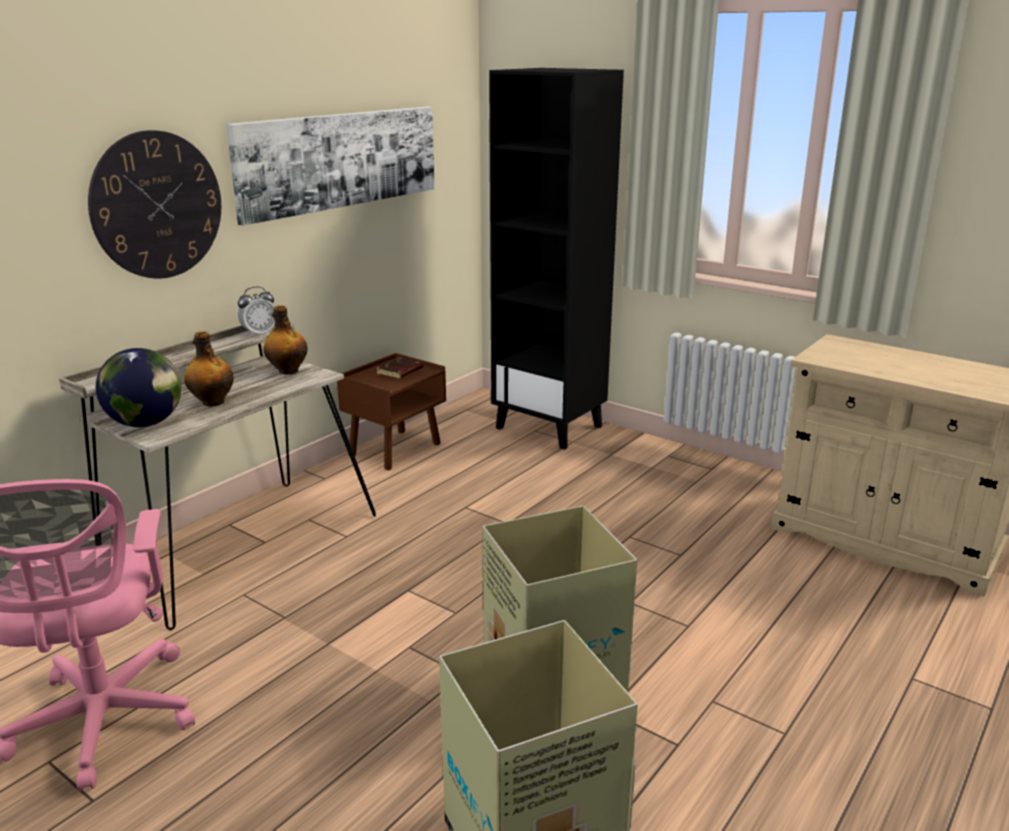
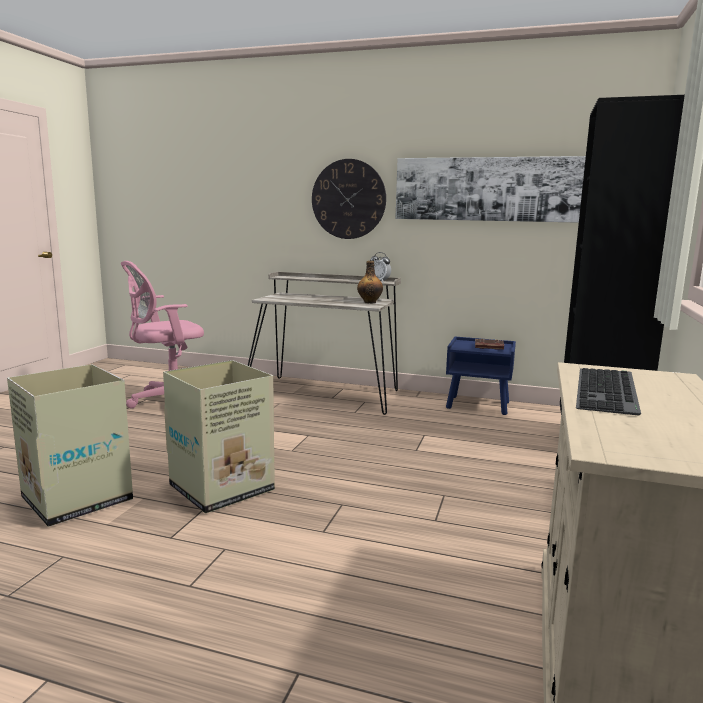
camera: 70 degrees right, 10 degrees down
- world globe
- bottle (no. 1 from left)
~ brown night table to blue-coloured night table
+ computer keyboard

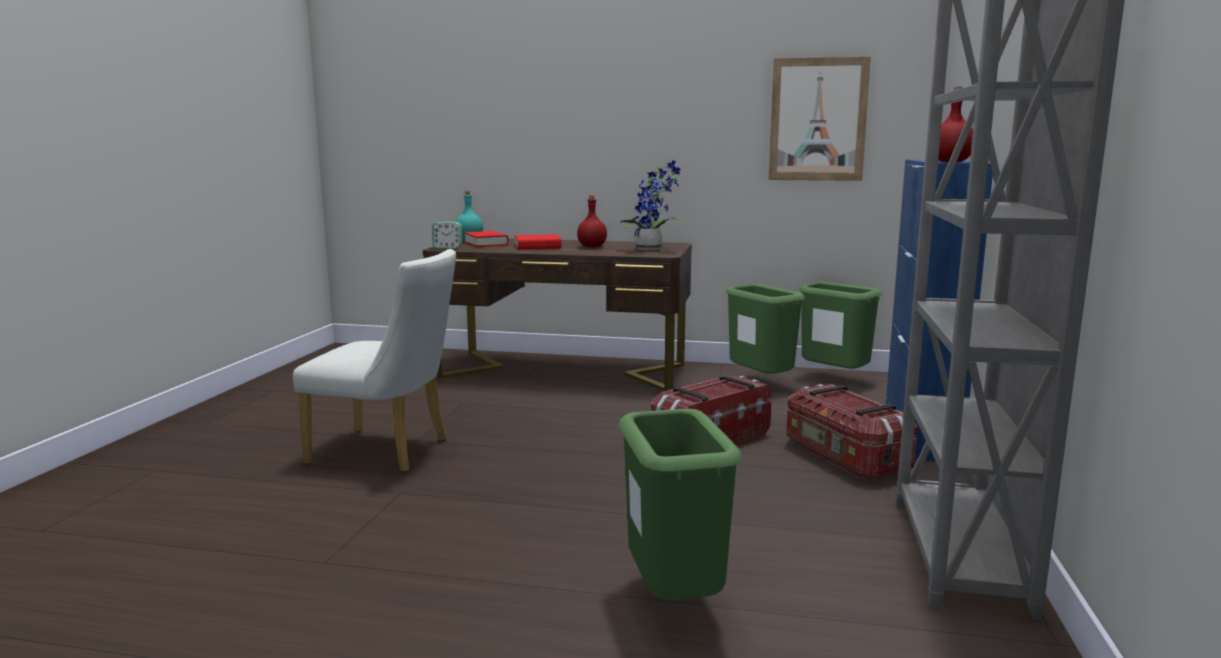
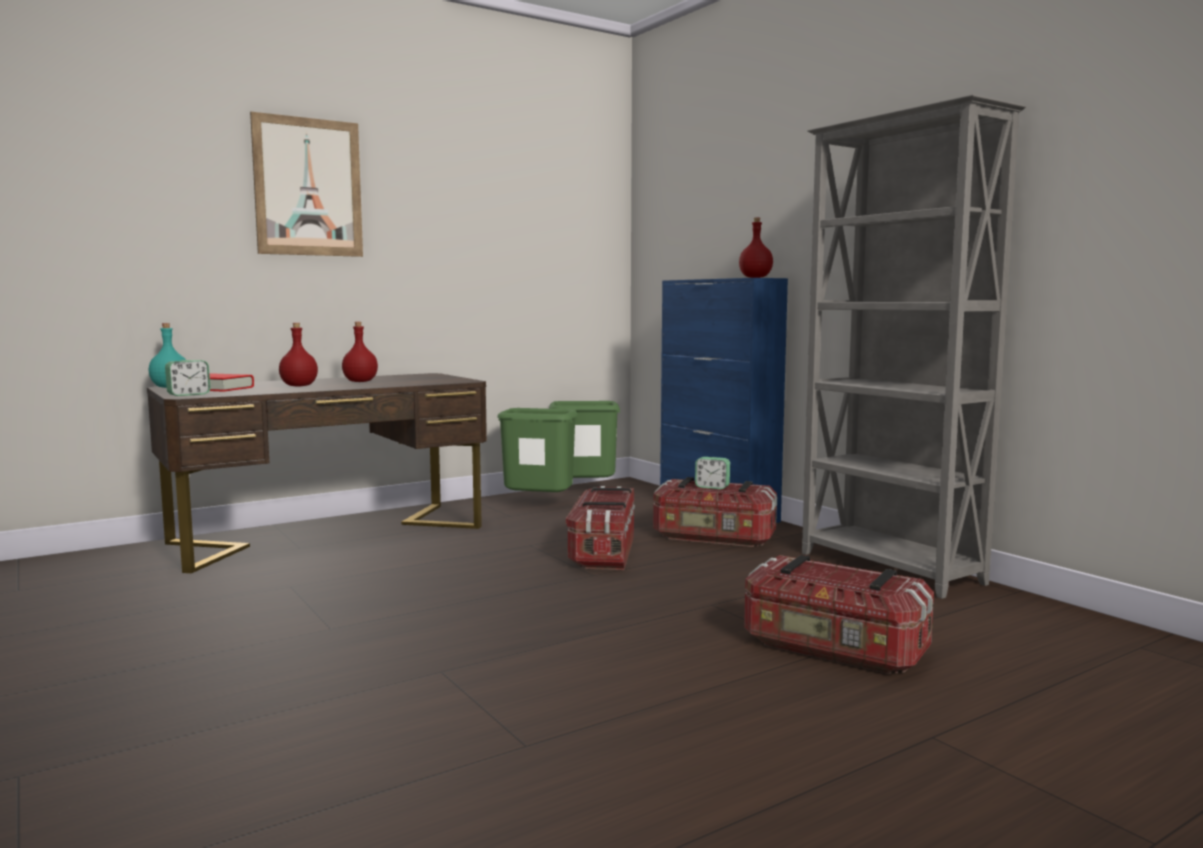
camera: 45 degrees left, 5 degrees down
- whitish chair
~ red book (no. 2 from left) to red bottle (no. 1 from left)
~ green-coloured rubbish bin (no. 1 from left) to storage container (no. 3 from left)
- potted plant
~ wall art
+ table clock (no. 2 from left)

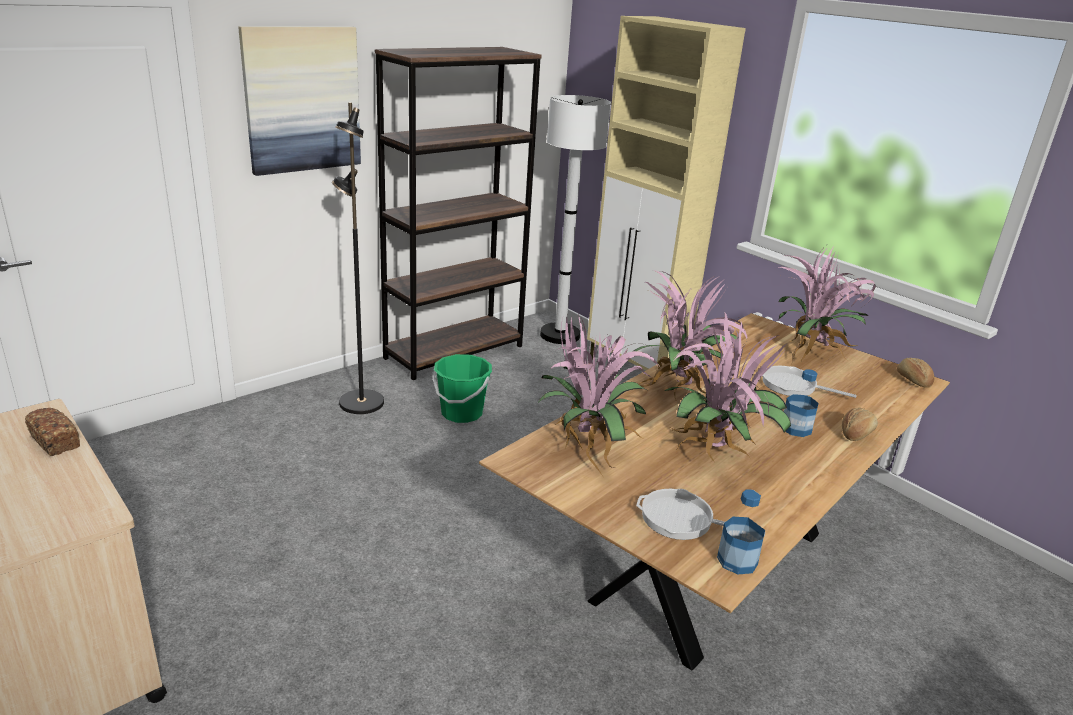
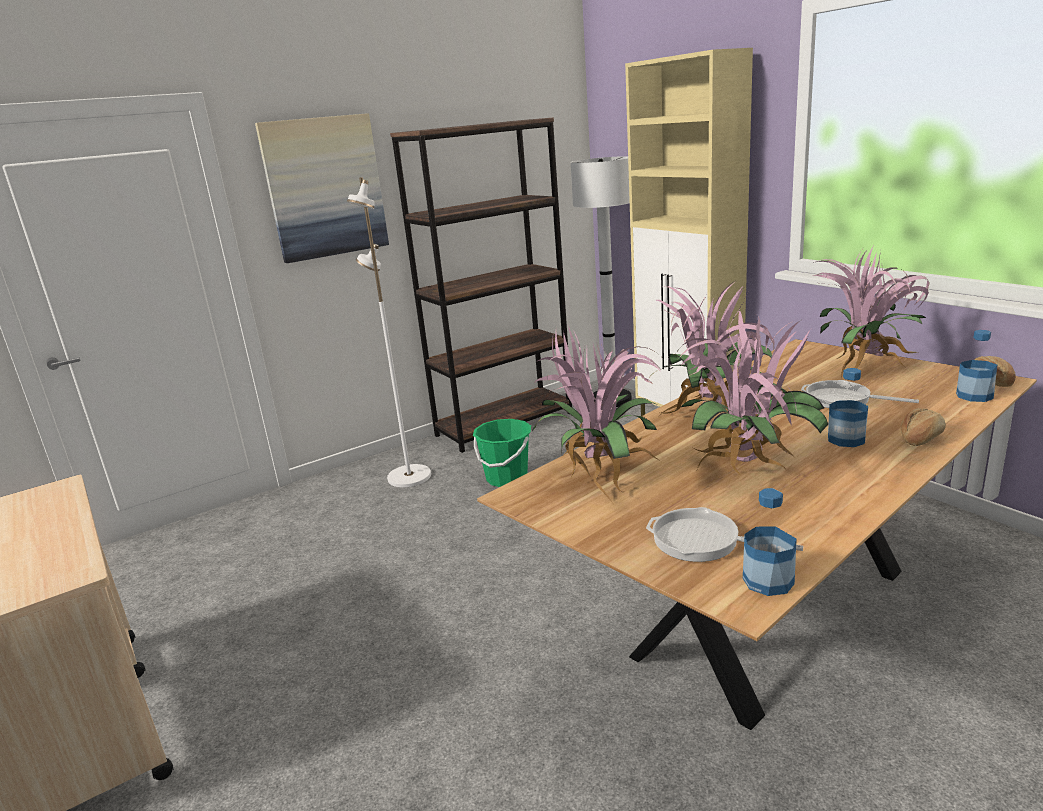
camera: 10 degrees right, 5 degrees down
- bakery bread (no. 1 from left)
~ black standing lamp to whitish standing lamp (no. 1 from left)
+ bottle (no. 3 from left)

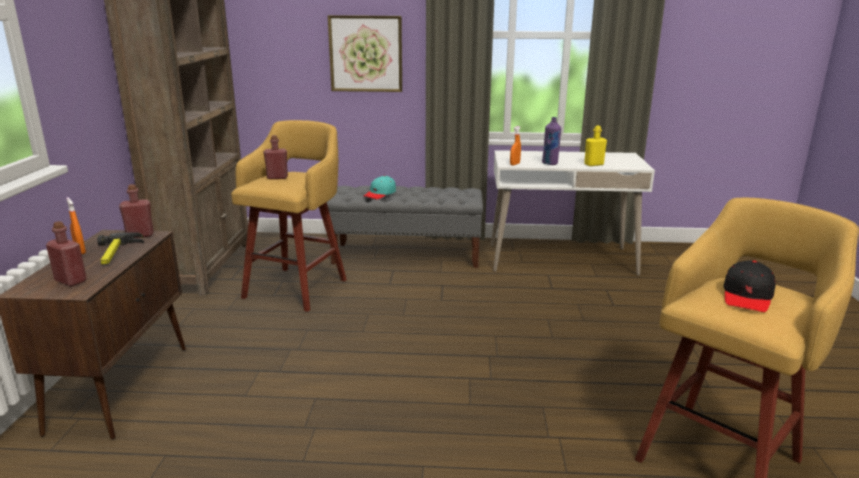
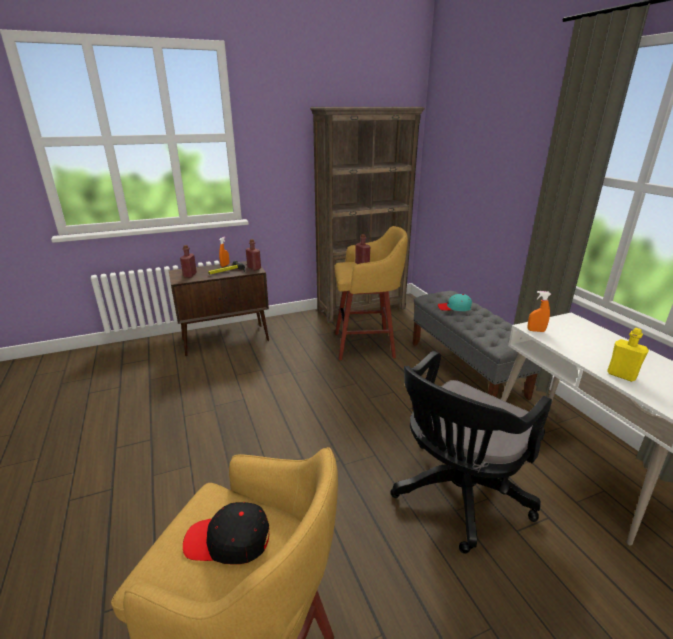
camera: 65 degrees right, 5 degrees up
- wall art
- purple-coloured bottle
+ black computer chair

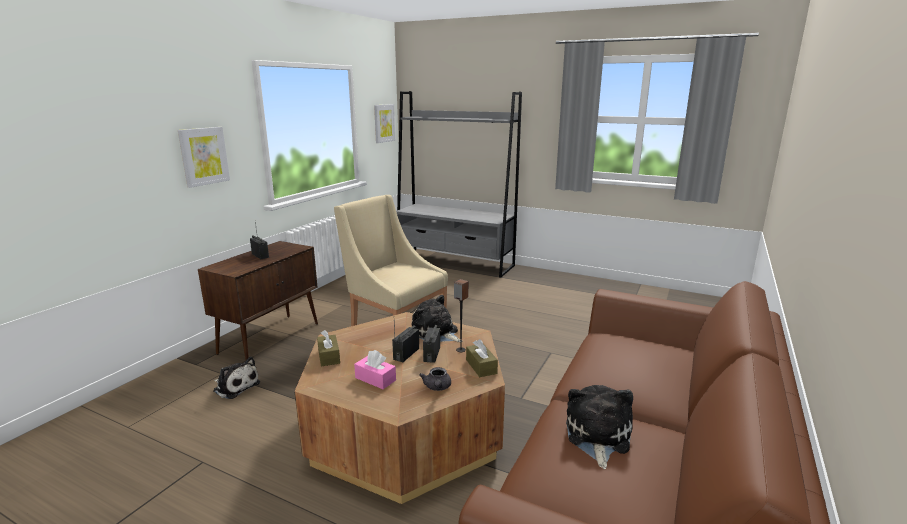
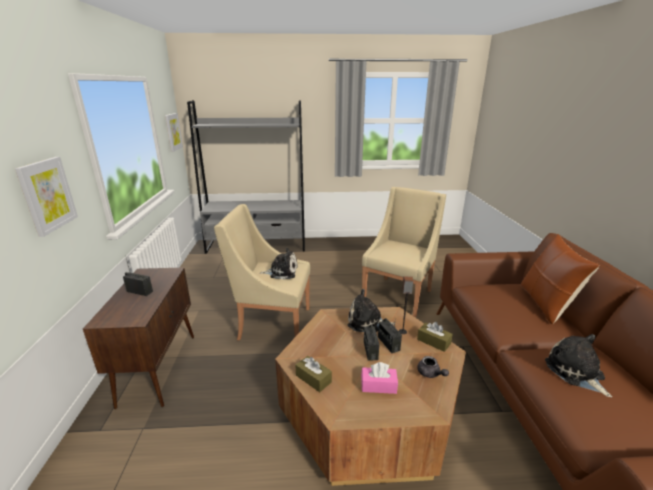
camera: 30 degrees left, 5 degrees up
~ soft toy (no. 1 from left)
+ beige-coloured armchair (no. 2 from left)
+ brown pillow

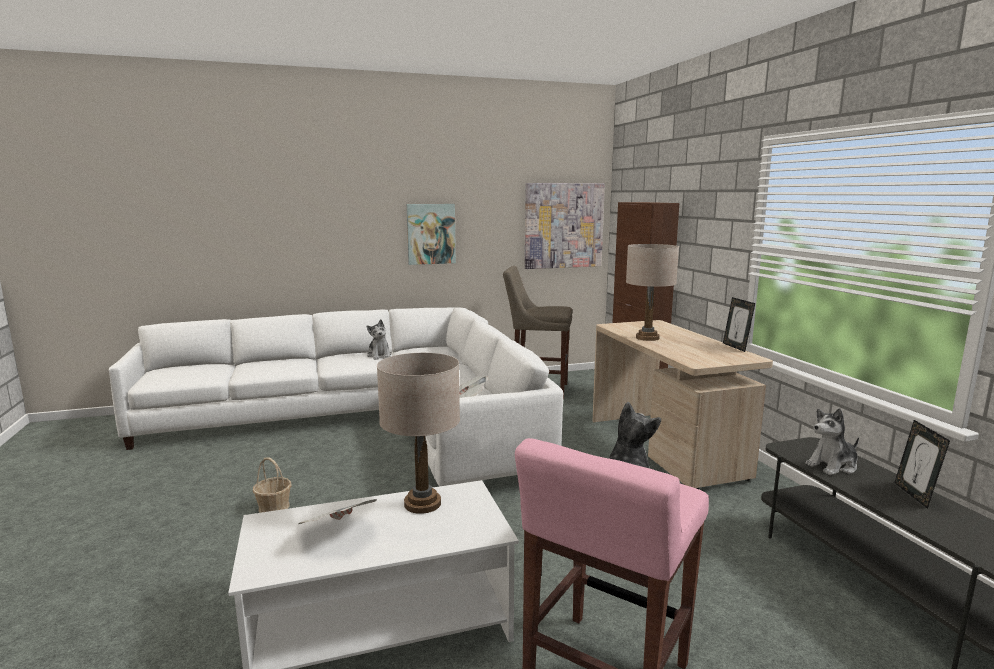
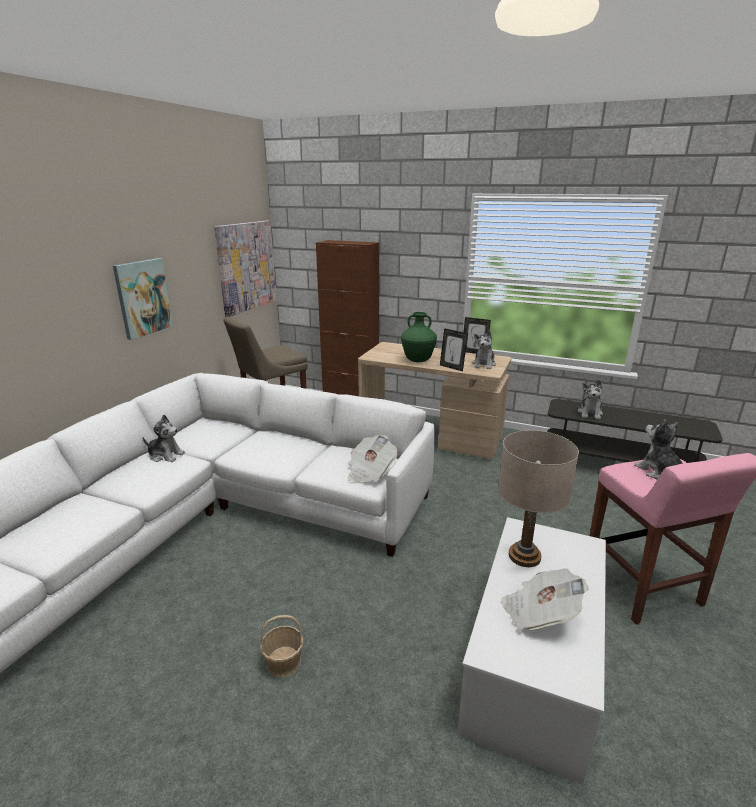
camera: 50 degrees left, 10 degrees up
~ beige-coloured lamp for a table (no. 2 from left) to green-coloured vase
~ picture frame (no. 2 from left in the first image) to picture frame (no. 1 from left)
+ soft toy (no. 2 from left)

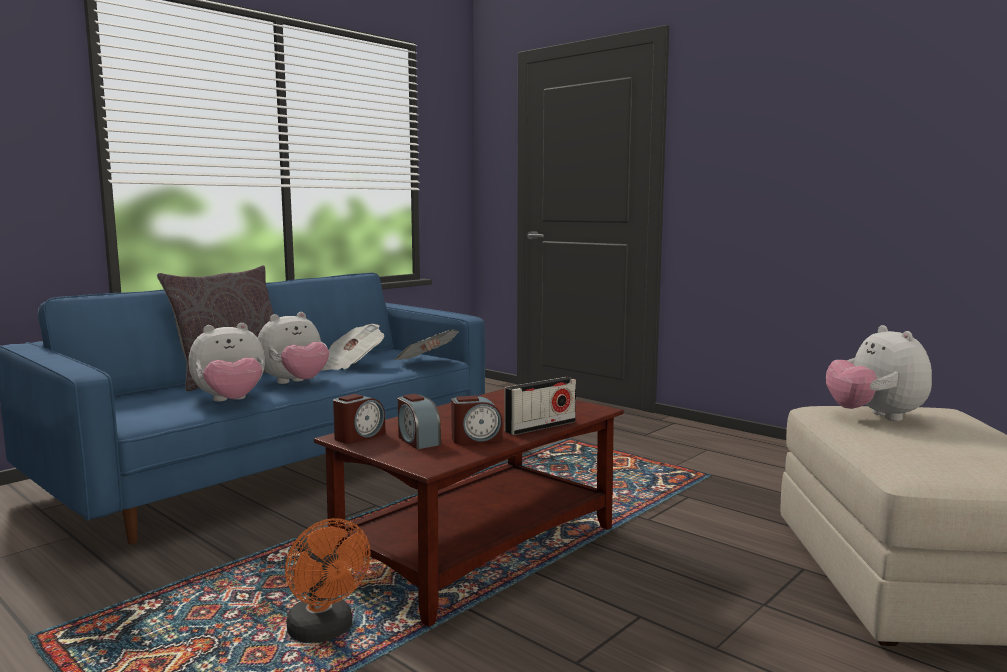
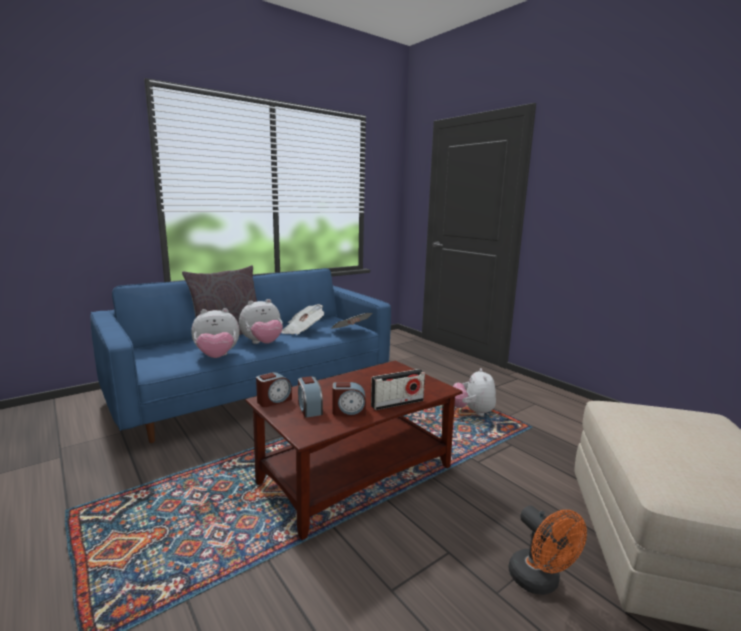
camera: 10 degrees right, 5 degrees up
~ orange electric fan
~ soft toy (no. 3 from left)

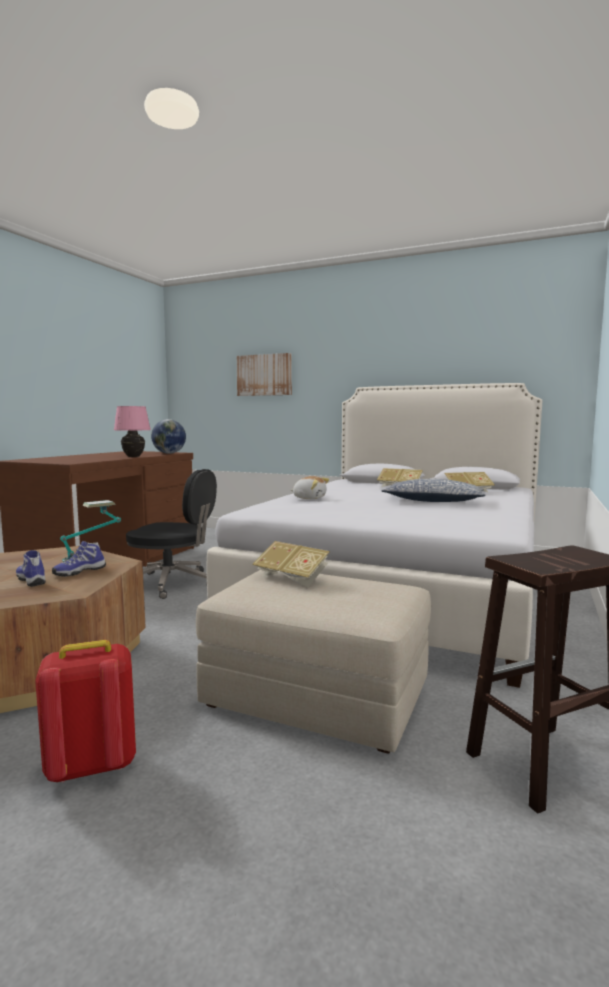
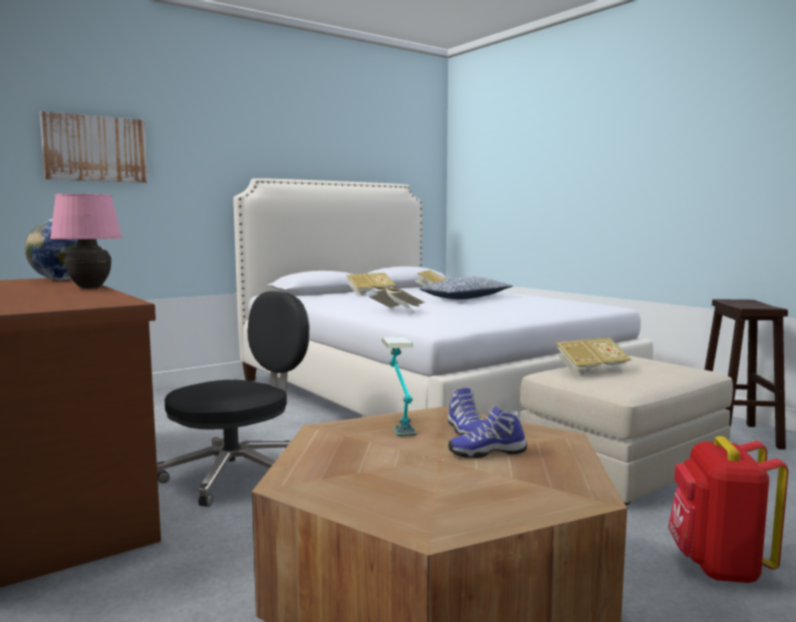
camera: 60 degrees left, 0 degrees up
~ soft toy to book (no. 2 from left)

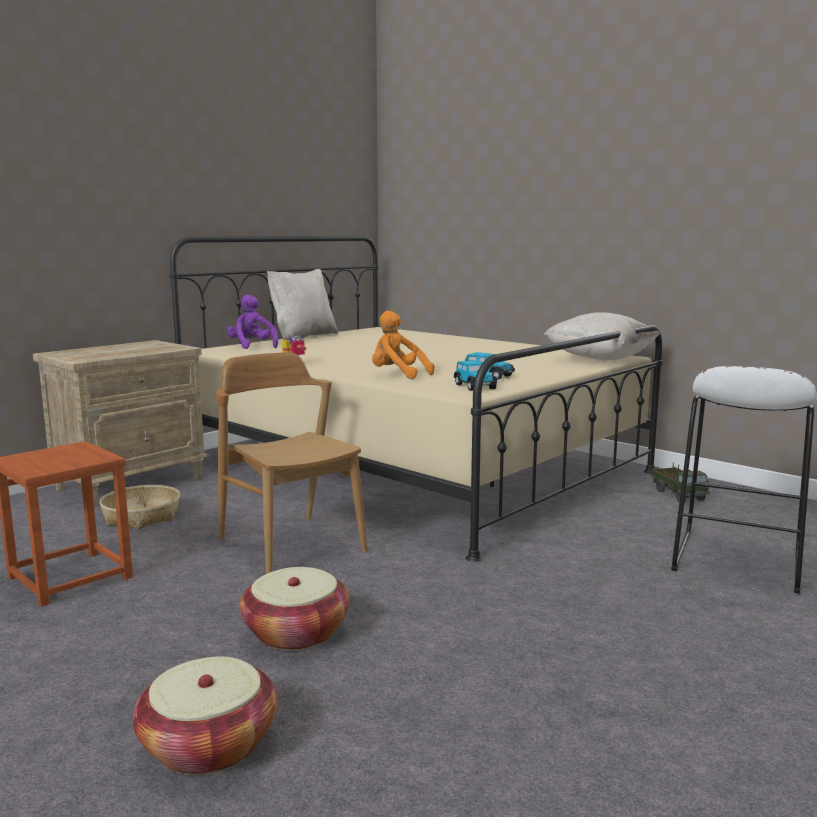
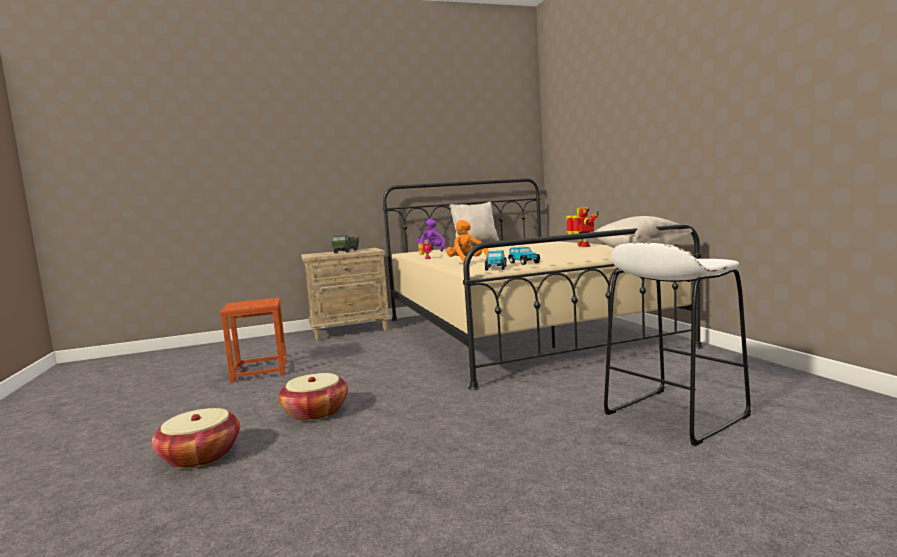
camera: 30 degrees right, 5 degrees down
- basket (no. 1 from left)
- brown chair
~ model truck
+ robot figure (no. 2 from left)

